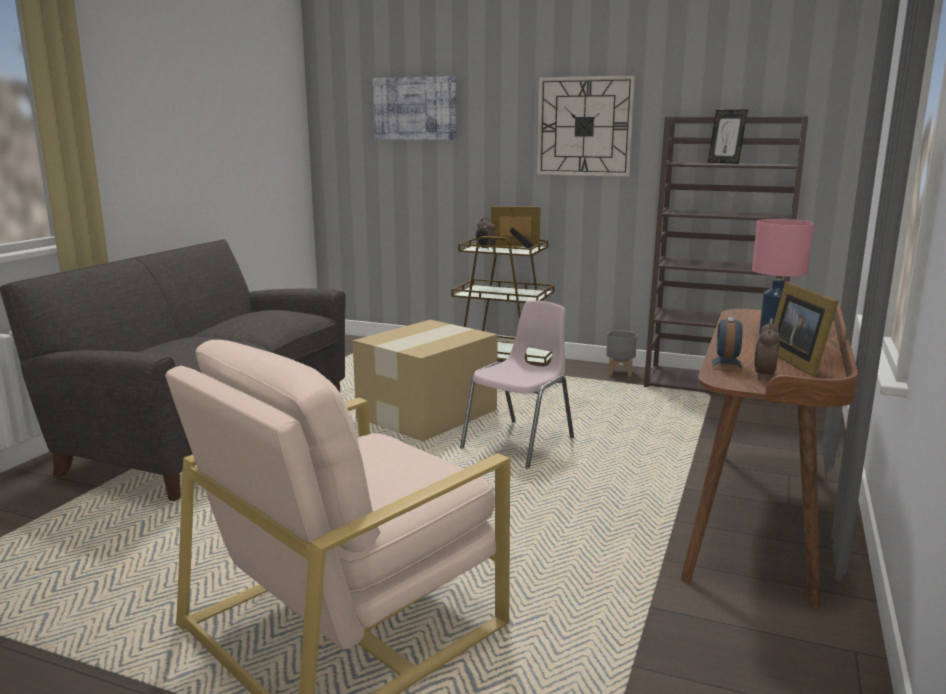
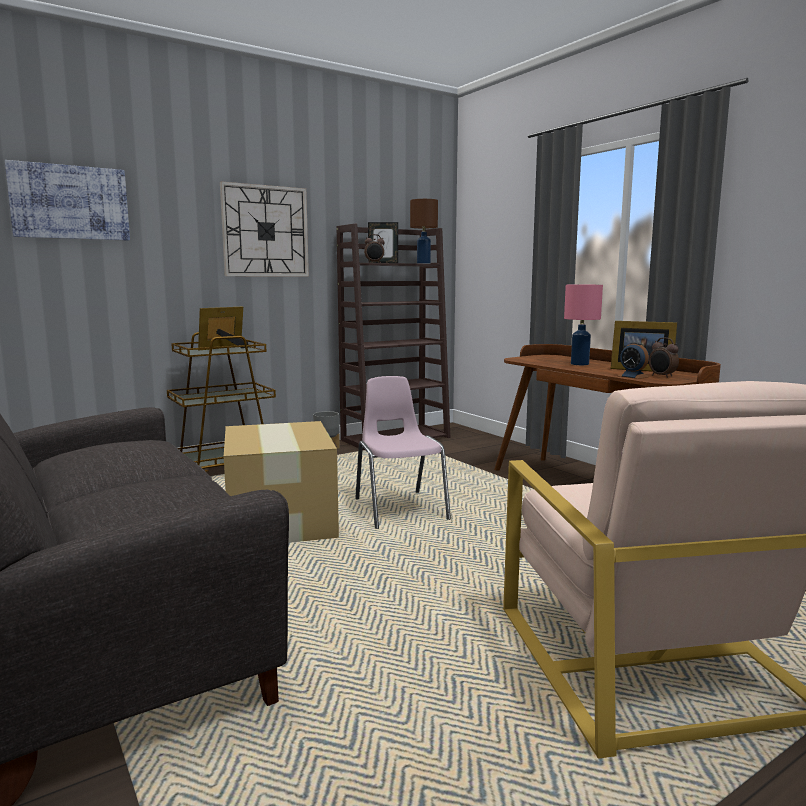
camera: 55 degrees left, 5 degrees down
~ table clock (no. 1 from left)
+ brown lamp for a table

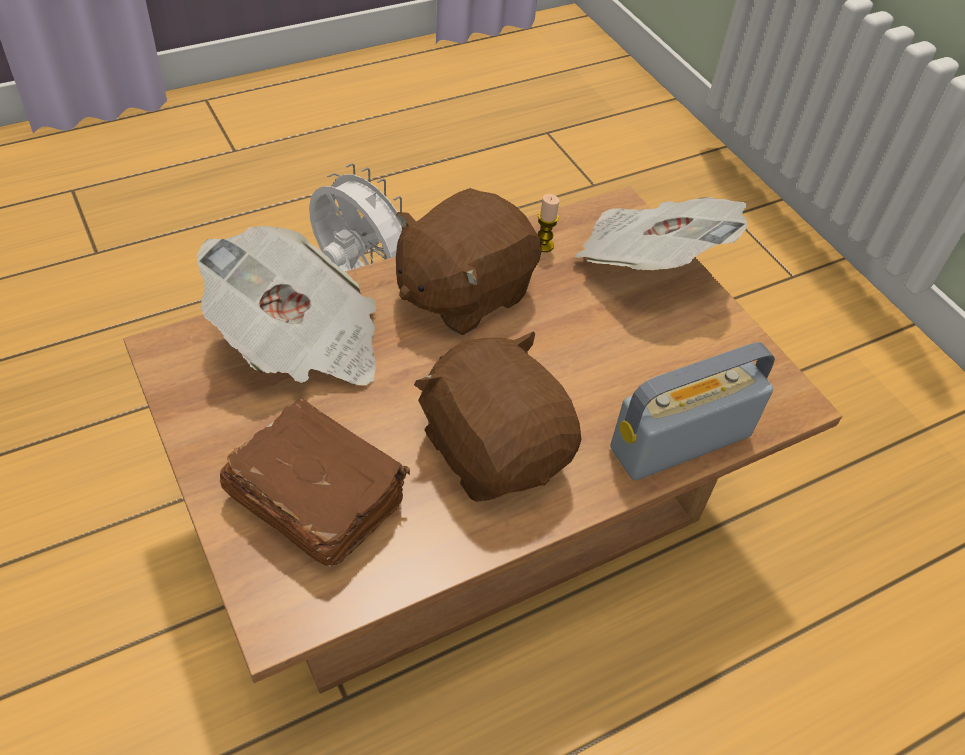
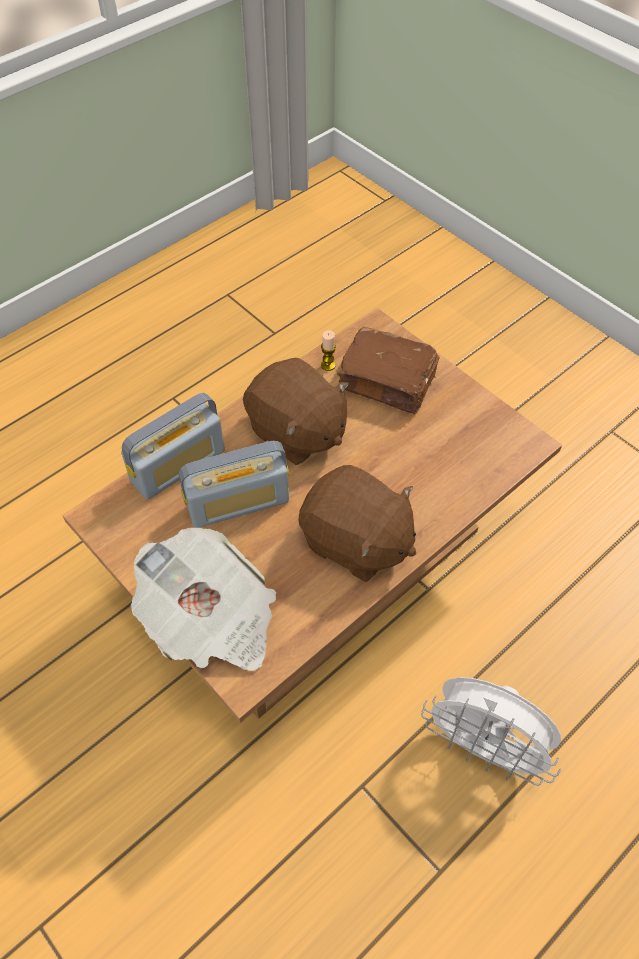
camera: 170 degrees right, 5 degrees up
- daily paper (no. 1 from left)
~ brown soft toy (no. 1 from left in the first image) 90 degrees clockwise
~ wax light
+ radio receiver (no. 2 from left)

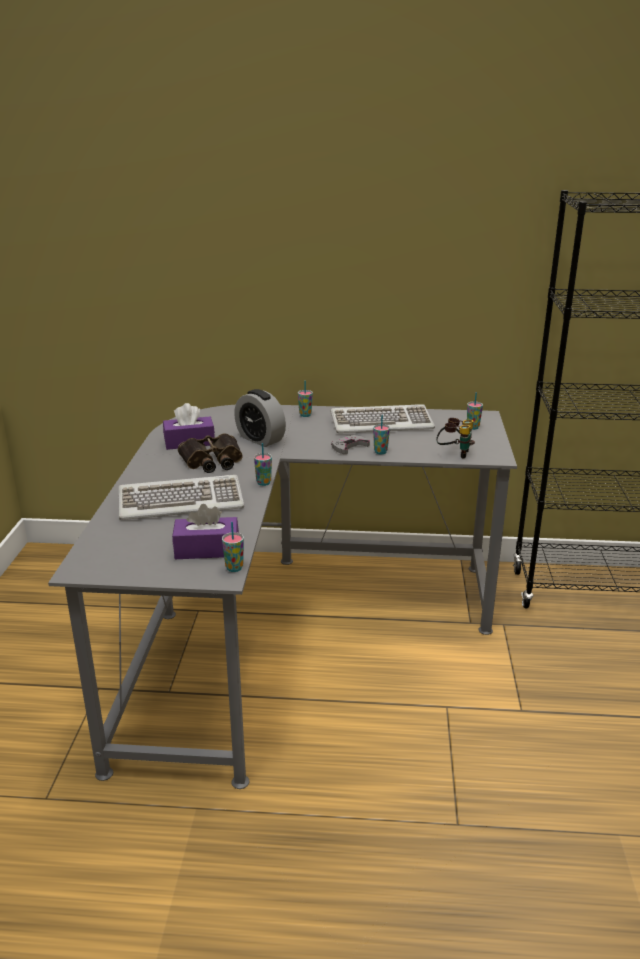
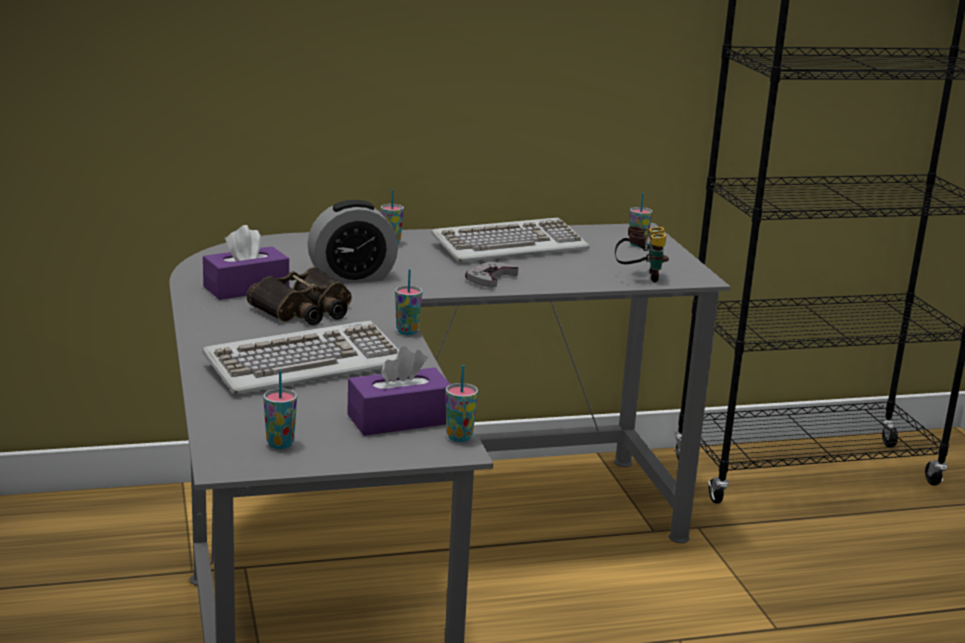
camera: 20 degrees left, 5 degrees down
~ table clock 45 degrees counterclockwise
~ small cup (no. 4 from left in the first image) to small cup (no. 1 from left)

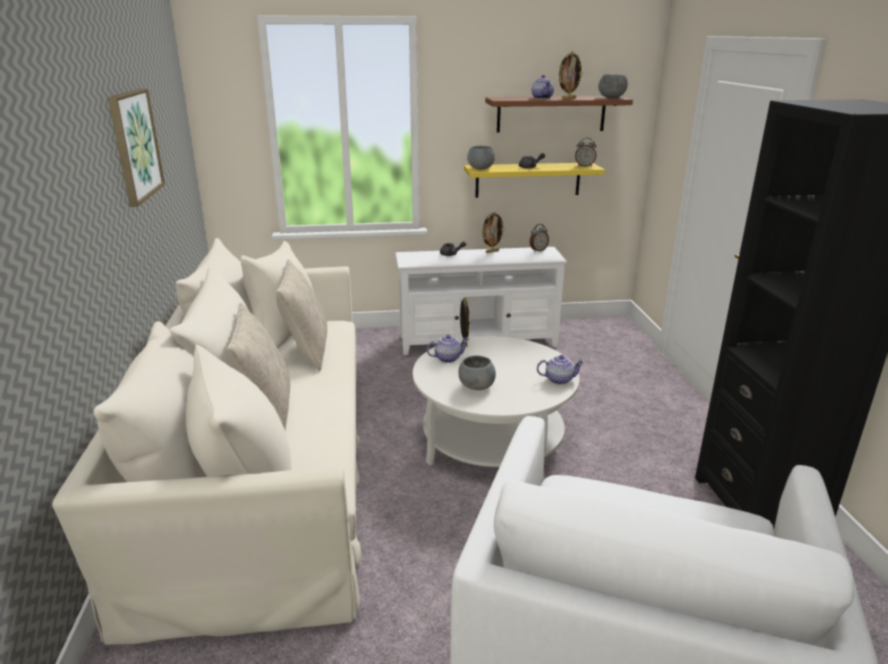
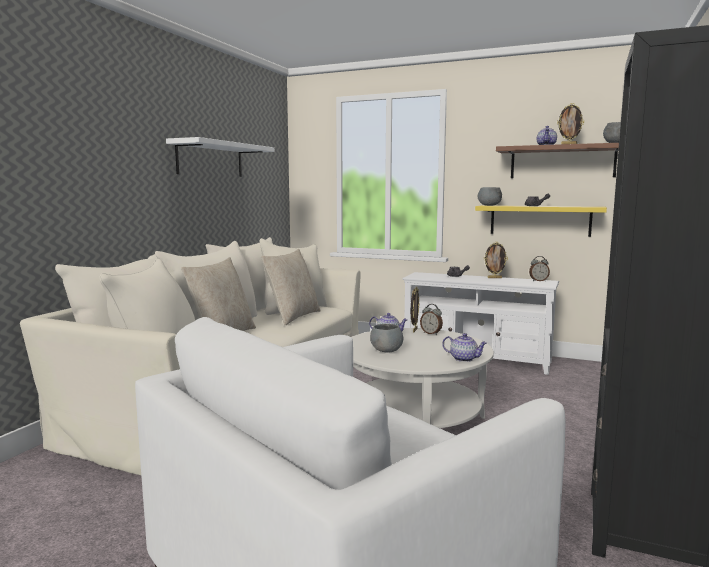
camera: 30 degrees right, 15 degrees down
~ wall art to whitish bracket shelf
~ table clock (no. 2 from left in the first image) to table clock (no. 1 from left)

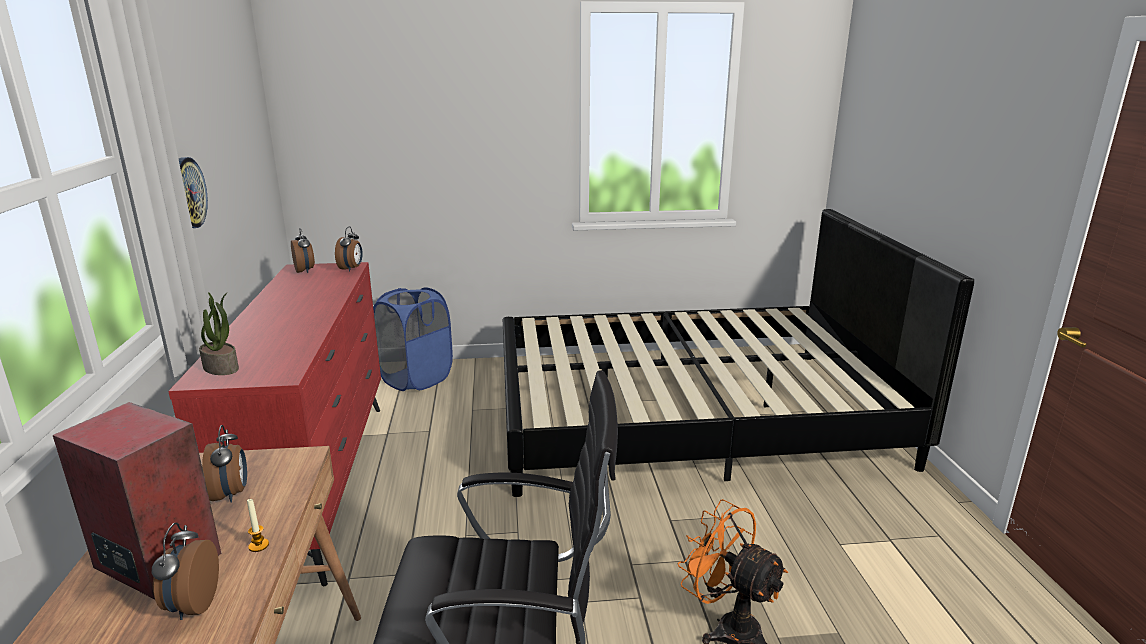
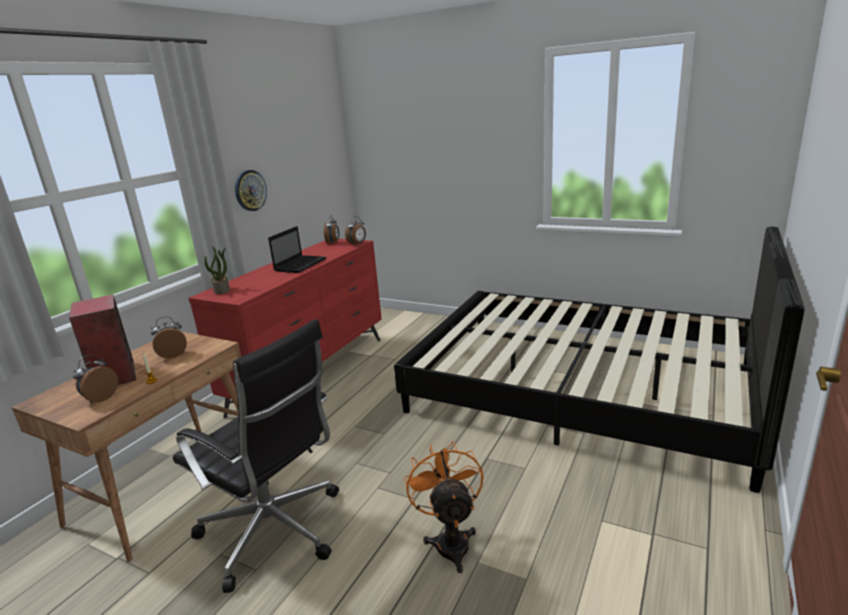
camera: 35 degrees right, 0 degrees up
~ table clock (no. 2 from left) 135 degrees counterclockwise
- blue-coloured hamper
+ notebook computer

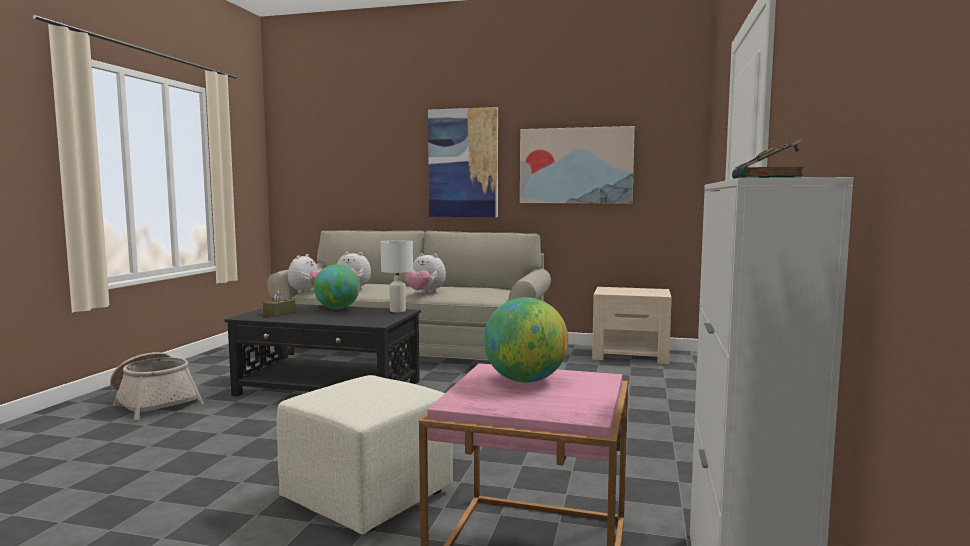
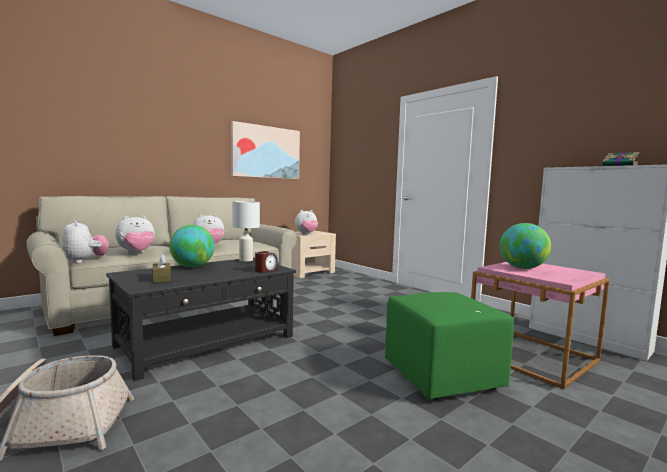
camera: 55 degrees left, 0 degrees up
~ beige-coloured pouffe to green-coloured pouffe
- wall art (no. 1 from left)
+ table clock
+ soft toy (no. 4 from left)

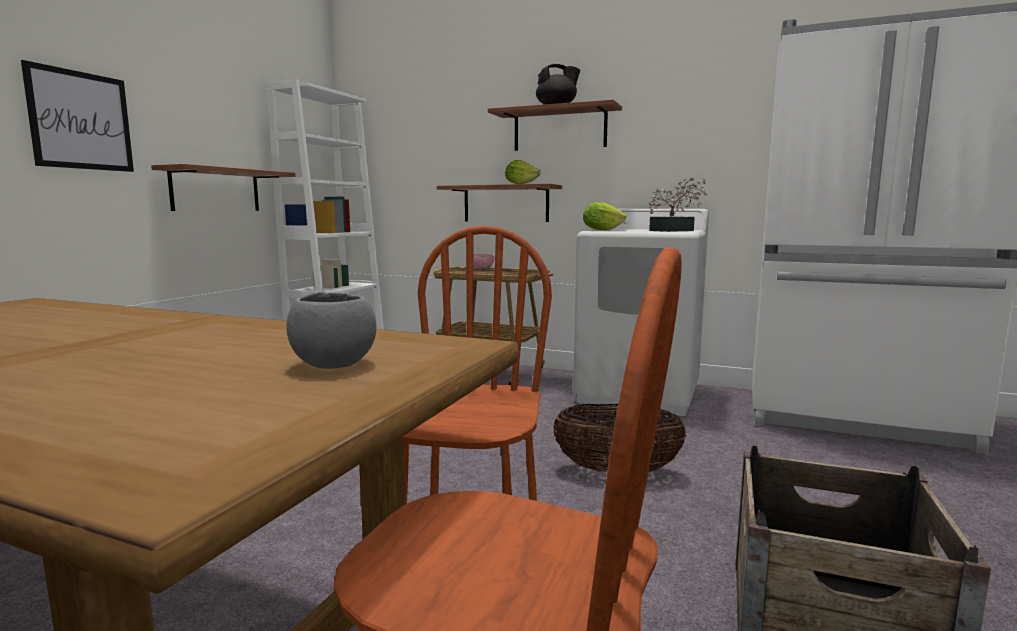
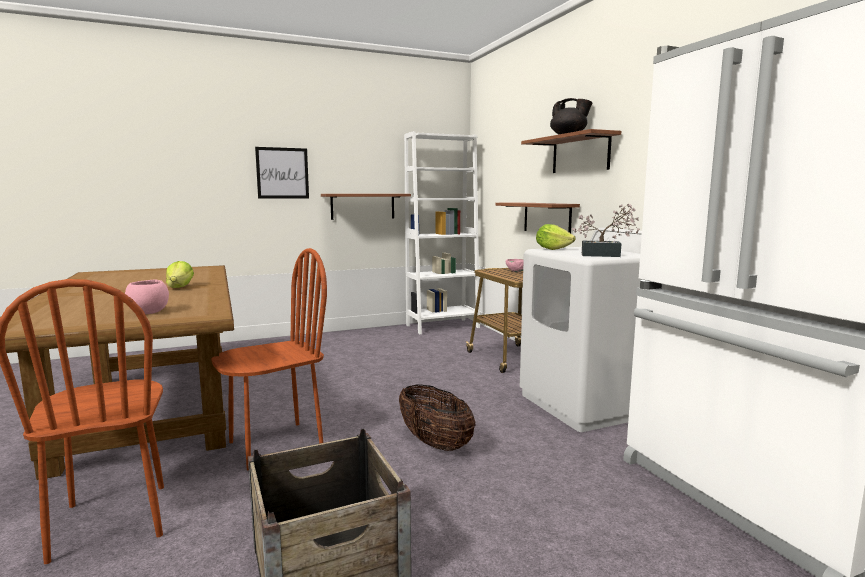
camera: 45 degrees right, 0 degrees up
~ grey bowl to pinkish bowl (no. 1 from left)
~ lettuce head (no. 1 from left)

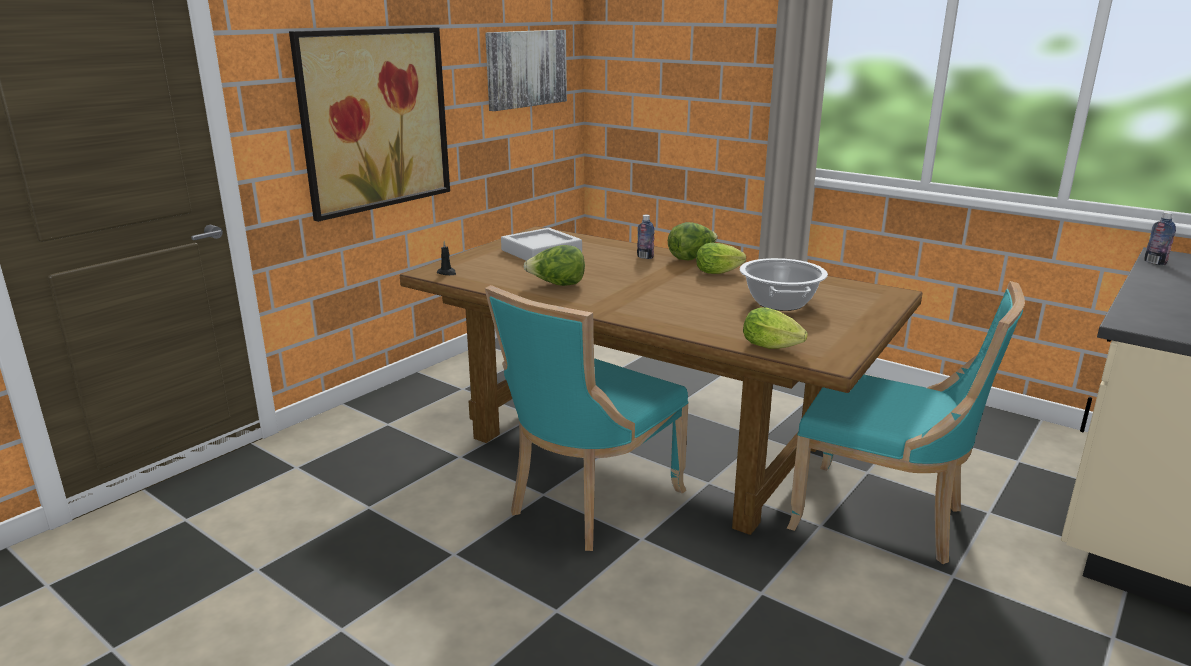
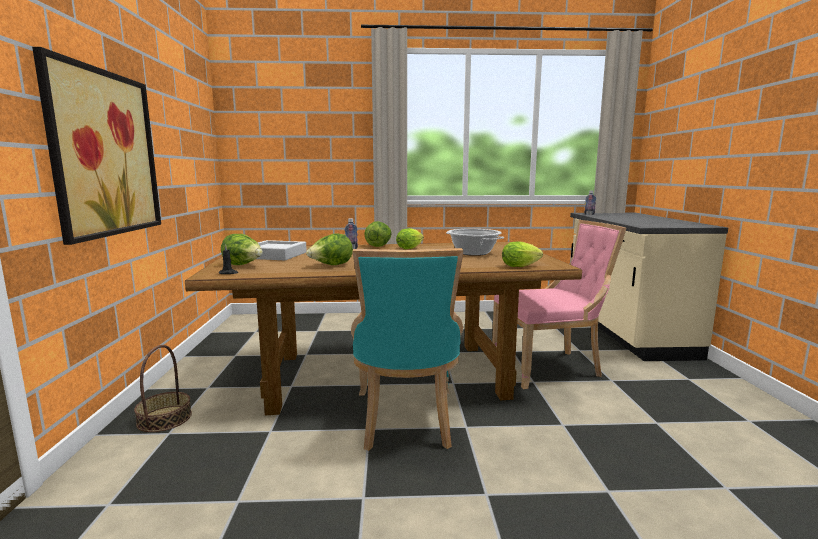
camera: 40 degrees left, 10 degrees down
- wall art (no. 2 from left)
~ turquoise-coloured chair (no. 2 from left) to pinkish chair
+ basket
+ lettuce head (no. 1 from left)

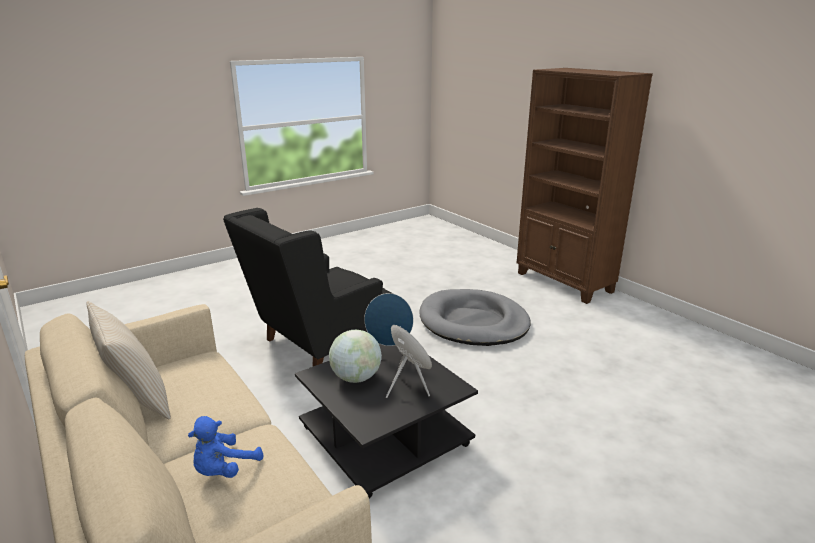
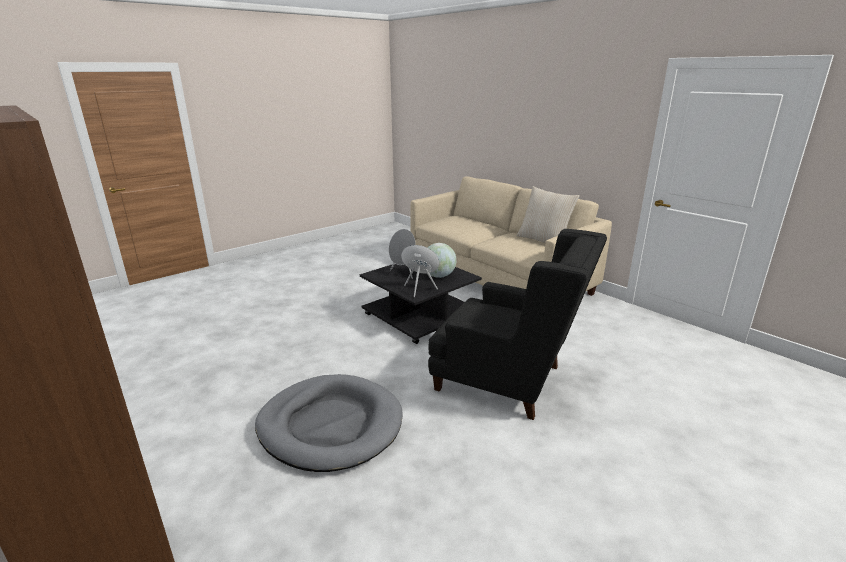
camera: 175 degrees right, 0 degrees up
- blue-coloured soft toy
~ black armchair 75 degrees clockwise

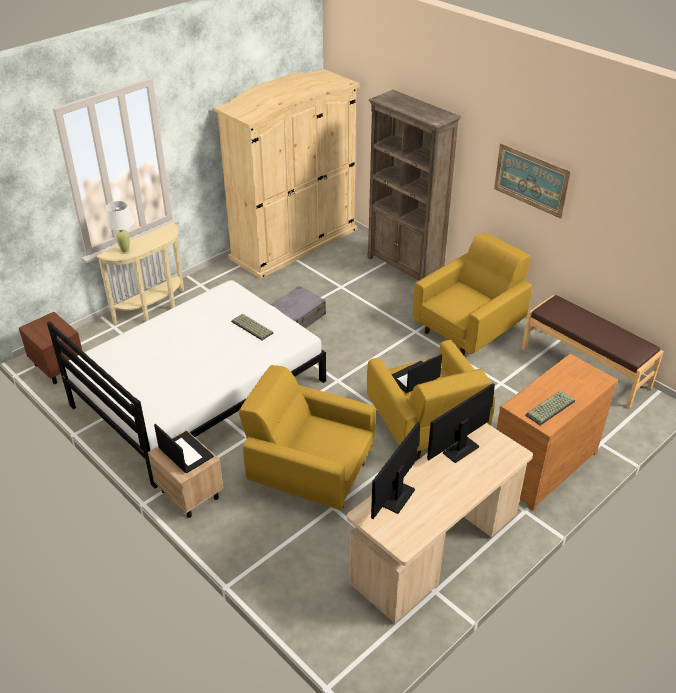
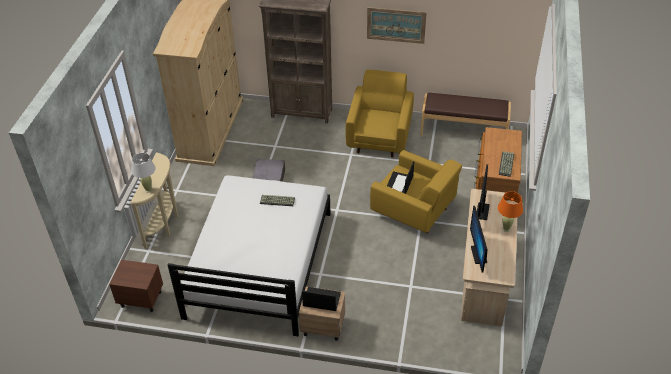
camera: 35 degrees left, 5 degrees up
- yellow-coloured armchair (no. 1 from left)
+ orange lamp for a table

